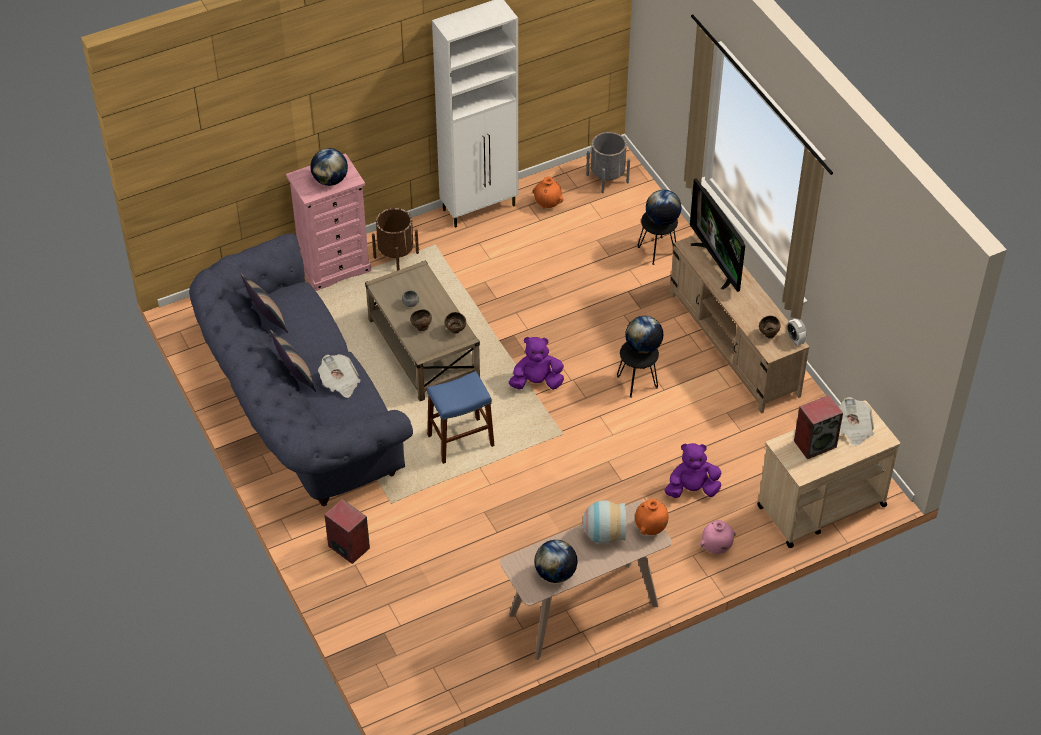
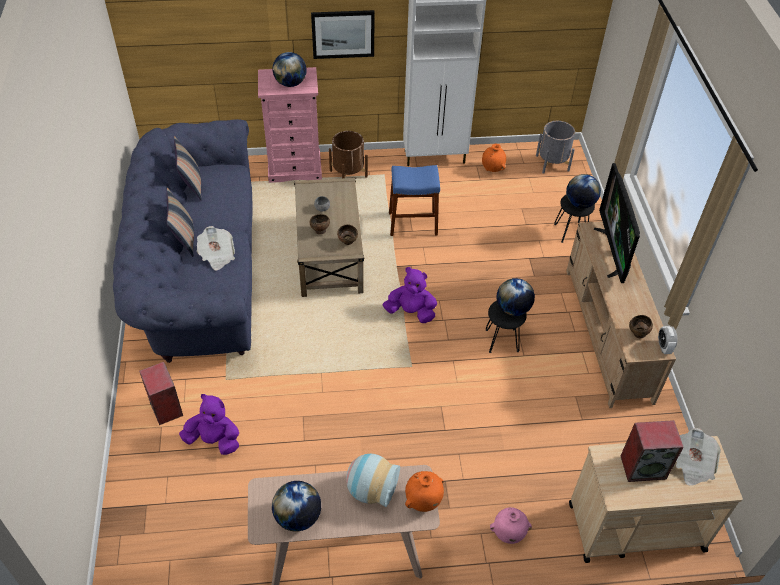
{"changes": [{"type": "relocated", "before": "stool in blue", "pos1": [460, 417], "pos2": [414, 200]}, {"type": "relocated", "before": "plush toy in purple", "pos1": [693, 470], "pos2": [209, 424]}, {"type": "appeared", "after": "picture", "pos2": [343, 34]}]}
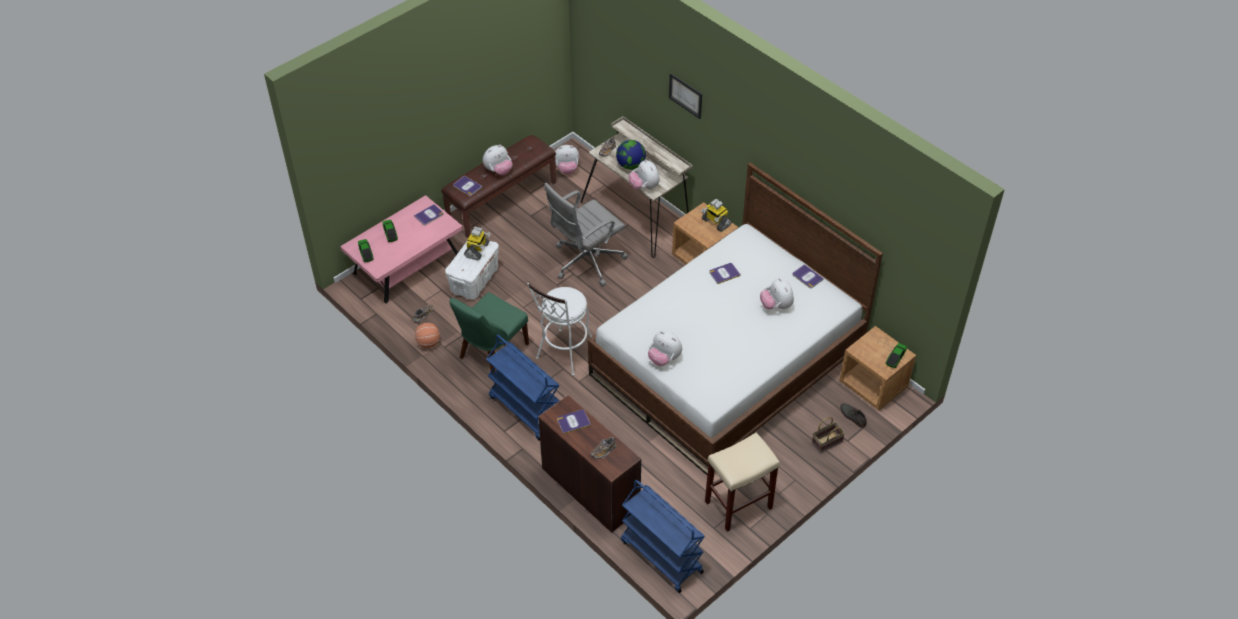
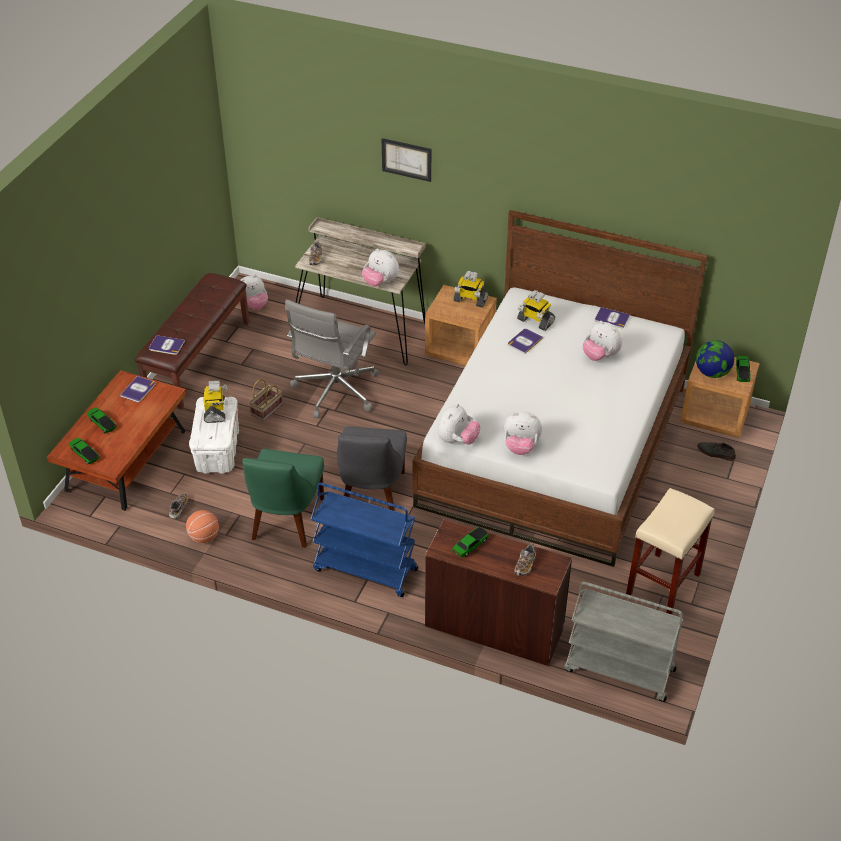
{"changes": [{"type": "colour", "before": "coffee table in pink", "after": "coffee table in brown", "pos1": [401, 249], "pos2": [117, 440]}, {"type": "relocated", "before": "plush toy", "pos1": [498, 160], "pos2": [459, 424]}, {"type": "exchanged", "before": "stool in white", "after": "chair in grey", "pos1": [559, 329], "pos2": [372, 468]}, {"type": "exchanged", "before": "book", "after": "toy car", "pos1": [574, 422], "pos2": [470, 542]}, {"type": "relocated", "before": "globe", "pos1": [631, 155], "pos2": [715, 359]}, {"type": "colour", "before": "cart in blue", "after": "cart in grey", "pos1": [663, 536], "pos2": [623, 642]}, {"type": "relocated", "before": "basket", "pos1": [828, 435], "pos2": [266, 400]}, {"type": "appeared", "after": "toy robot", "pos2": [536, 310]}]}
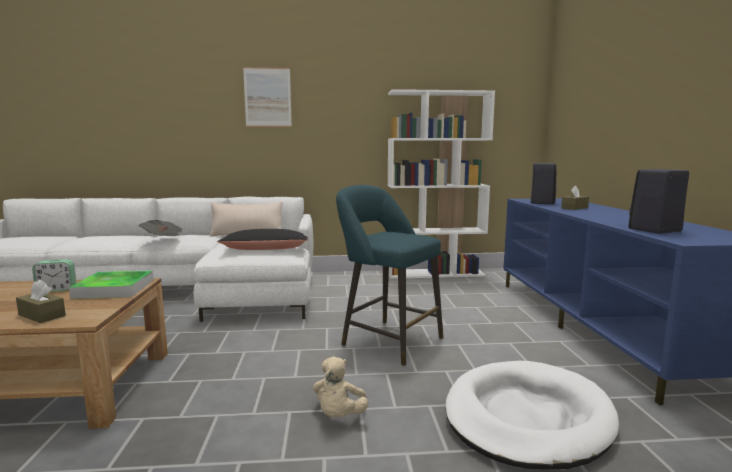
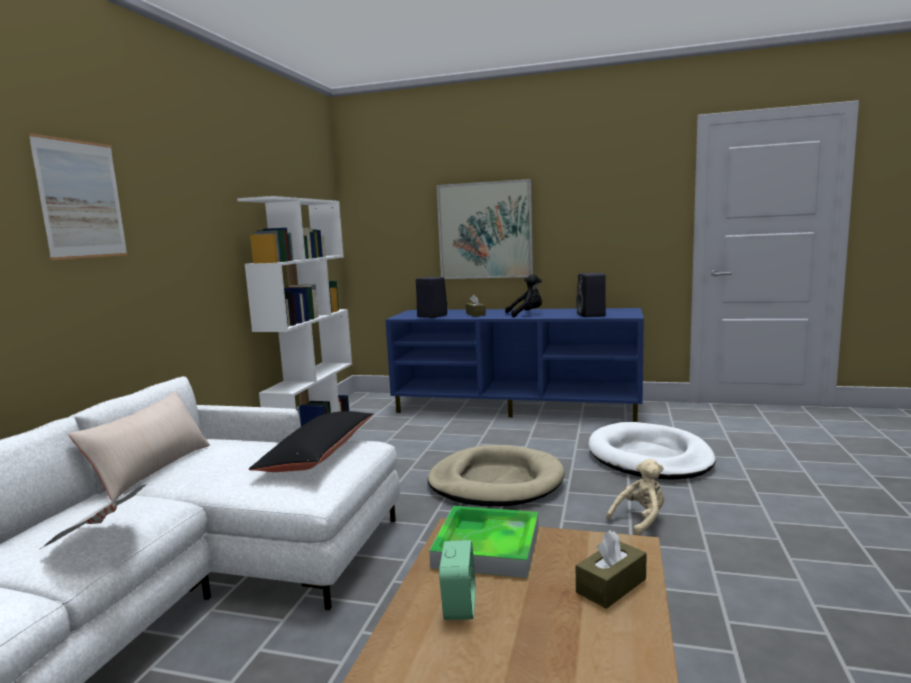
{"changes": [{"type": "spun", "before": "plush toy in beige", "pos1": [340, 386], "pos2": [635, 497], "turn": -60}, {"type": "exchanged", "before": "stool in turquoise", "after": "dog bed in beige", "pos1": [389, 275], "pos2": [496, 475]}, {"type": "appeared", "after": "picture", "pos2": [484, 229]}, {"type": "appeared", "after": "plush toy in black", "pos2": [523, 296]}]}
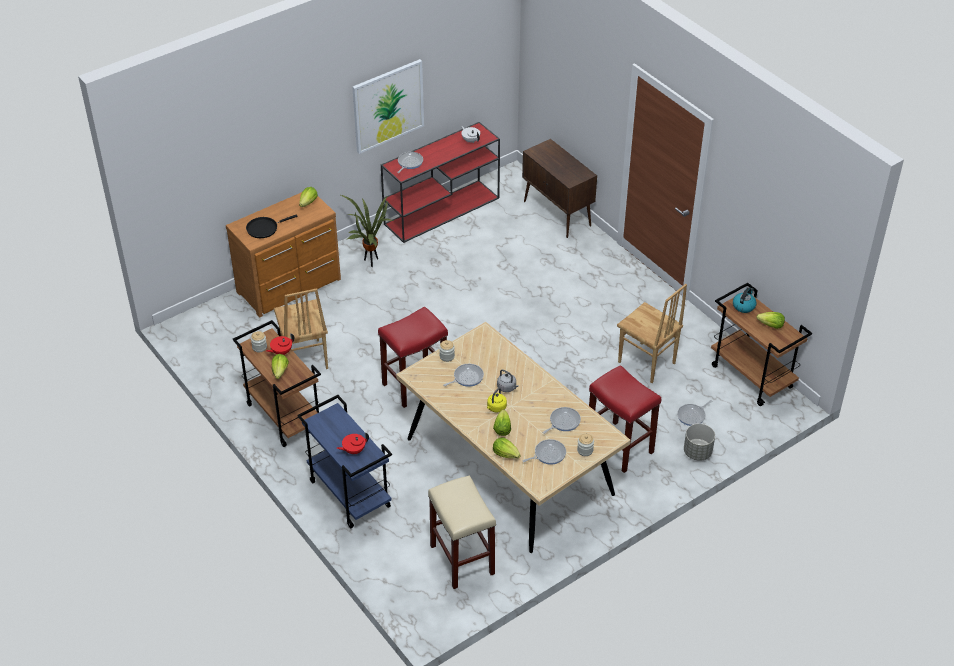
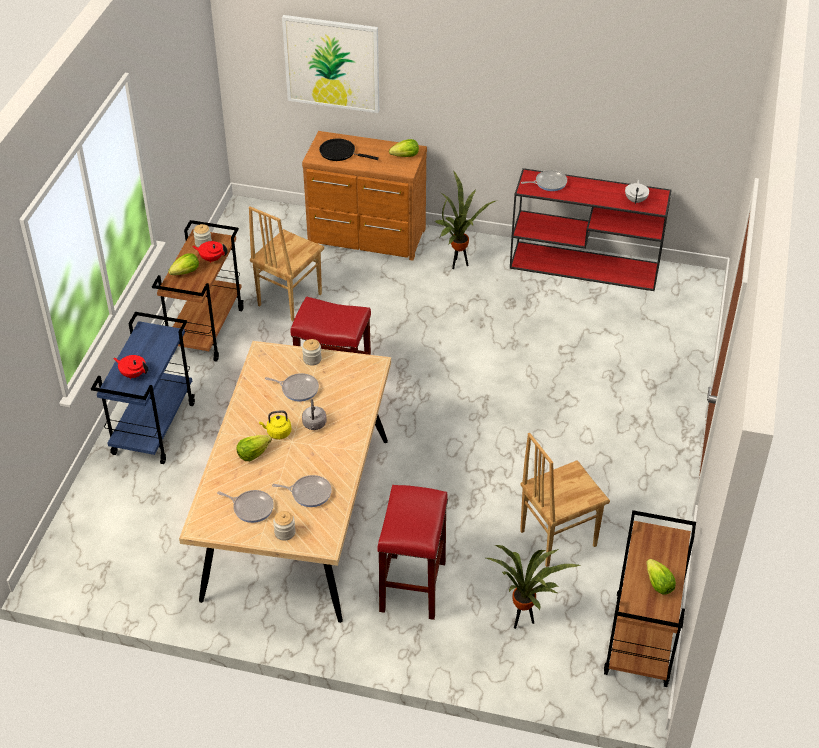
{"changes": [{"type": "relocated", "before": "picture", "pos1": [388, 106], "pos2": [330, 64]}, {"type": "missing", "before": "stool in beige", "pos1": [462, 532]}, {"type": "missing", "before": "lettuce", "pos1": [507, 448]}, {"type": "missing", "before": "cabinet in brown", "pos1": [559, 188]}, {"type": "spun", "before": "chair in brown", "pos1": [652, 333], "pos2": [565, 500], "turn": 60}, {"type": "exchanged", "before": "frying pan", "after": "potted plant", "pos1": [694, 413], "pos2": [533, 587]}, {"type": "missing", "before": "planter in grey", "pos1": [699, 442]}, {"type": "missing", "before": "kettle", "pos1": [745, 300]}]}
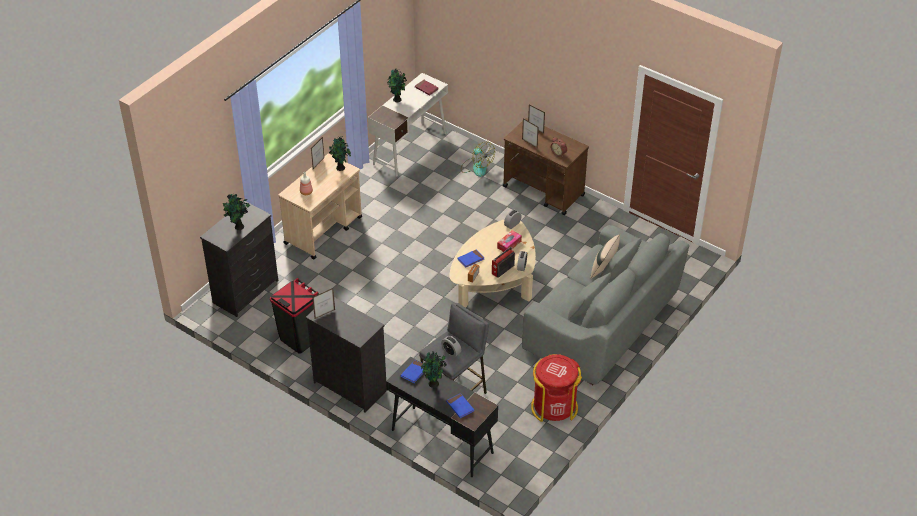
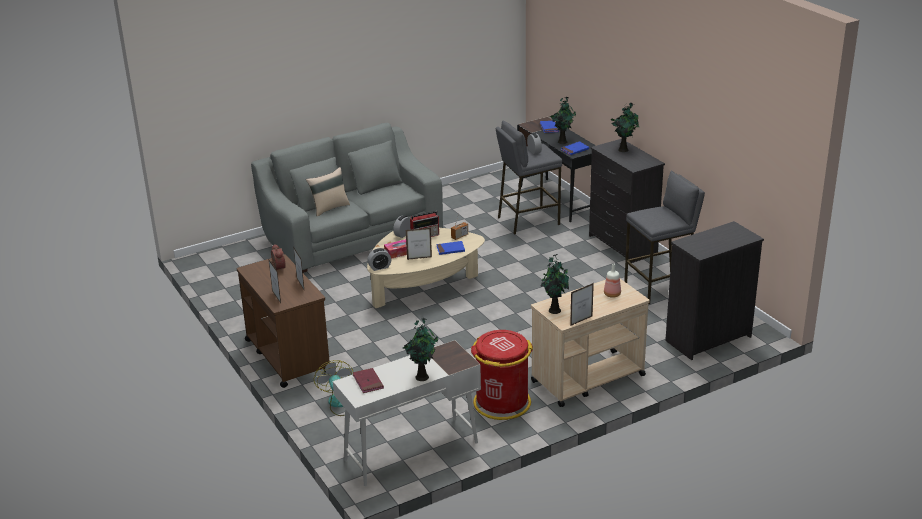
{"changes": [{"type": "relocated", "before": "potted plant", "pos1": [236, 212], "pos2": [625, 127]}, {"type": "exchanged", "before": "trash can in black", "after": "stool in grey", "pos1": [294, 316], "pos2": [664, 237]}, {"type": "relocated", "before": "picture frame", "pos1": [323, 303], "pos2": [419, 244]}, {"type": "relocated", "before": "trash can in red", "pos1": [556, 388], "pos2": [502, 375]}]}
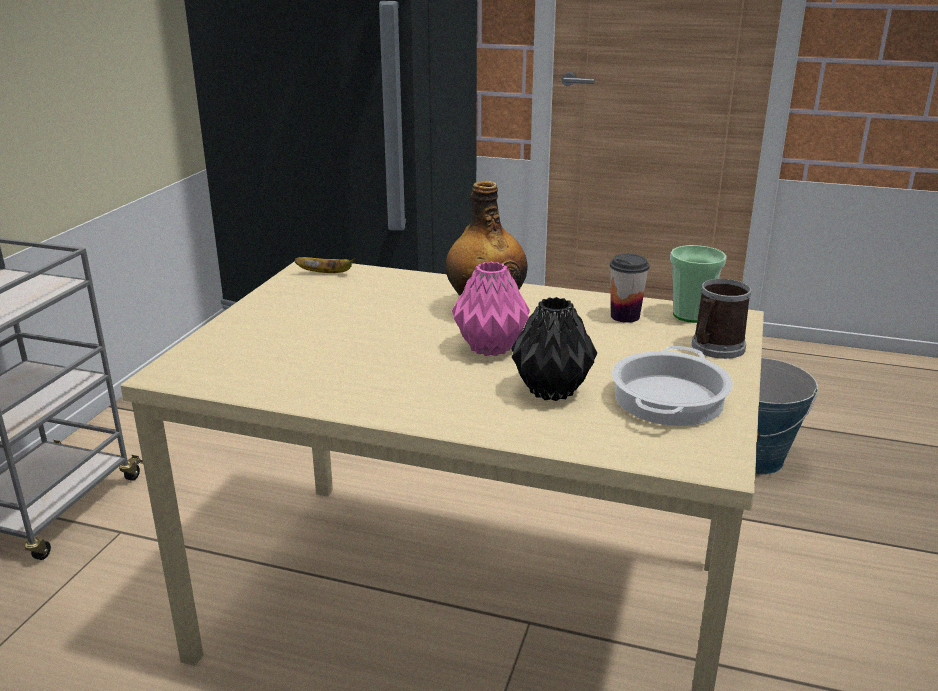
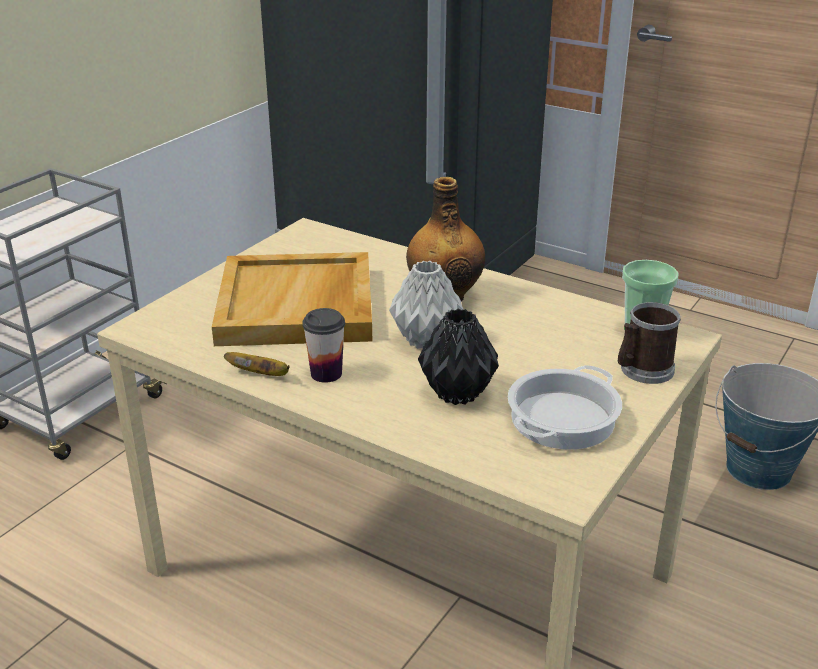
{"changes": [{"type": "relocated", "before": "banana", "pos1": [325, 265], "pos2": [257, 364]}, {"type": "colour", "before": "vase in pink", "after": "vase in grey", "pos1": [491, 309], "pos2": [426, 305]}, {"type": "relocated", "before": "cup", "pos1": [629, 288], "pos2": [323, 345]}, {"type": "appeared", "after": "tray in beige", "pos2": [292, 299]}]}
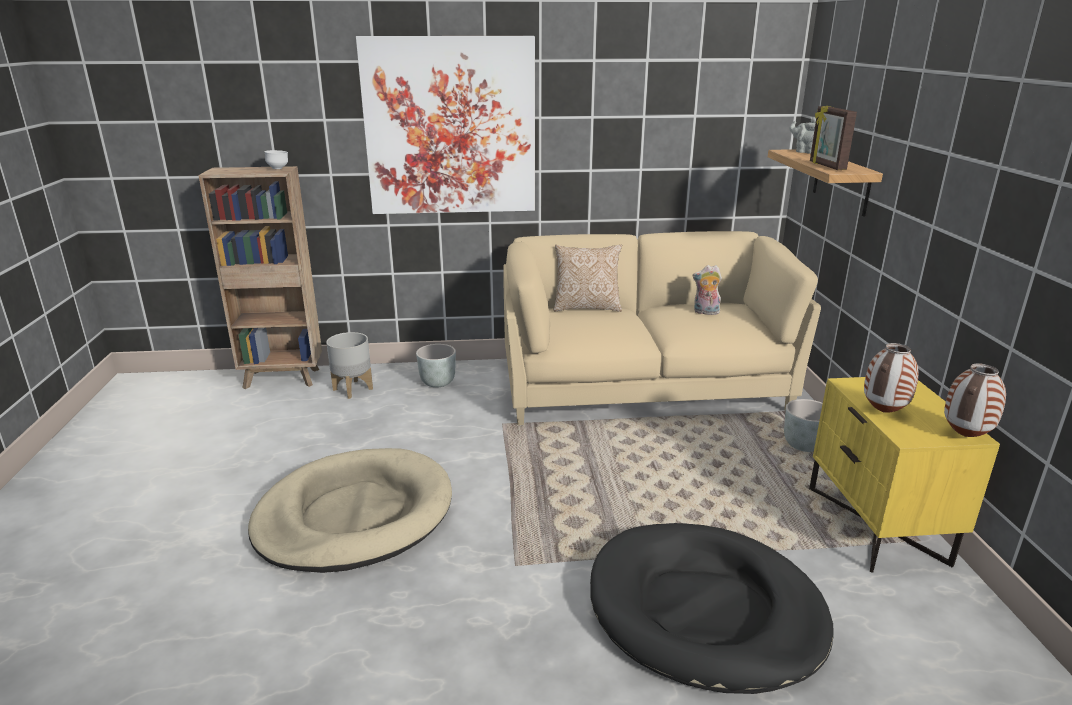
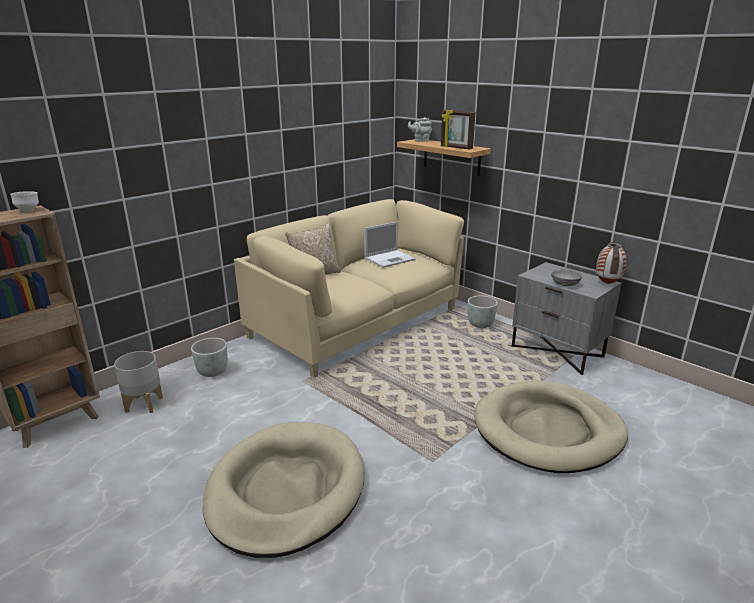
{"changes": [{"type": "missing", "before": "picture", "pos1": [445, 125]}, {"type": "colour", "before": "dog bed in black", "after": "dog bed in beige", "pos1": [712, 608], "pos2": [551, 427]}, {"type": "exchanged", "before": "plush toy", "after": "laptop", "pos1": [707, 290], "pos2": [390, 244]}, {"type": "colour", "before": "nightstand in yellow", "after": "nightstand in grey", "pos1": [904, 475], "pos2": [567, 318]}, {"type": "exchanged", "before": "vase", "after": "bowl in grey", "pos1": [891, 378], "pos2": [566, 277]}]}
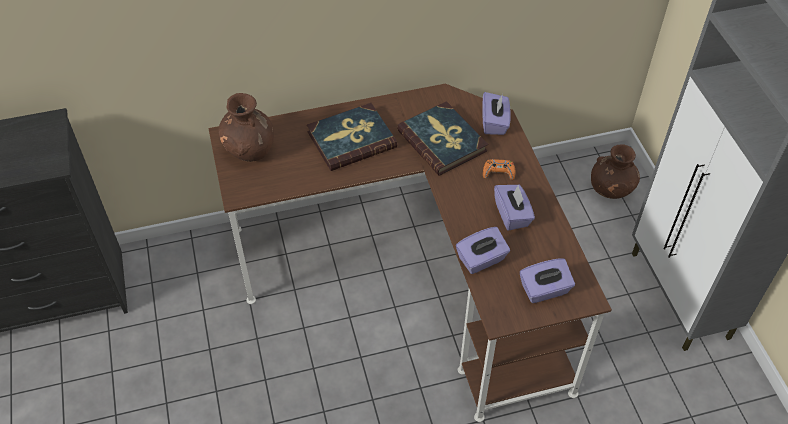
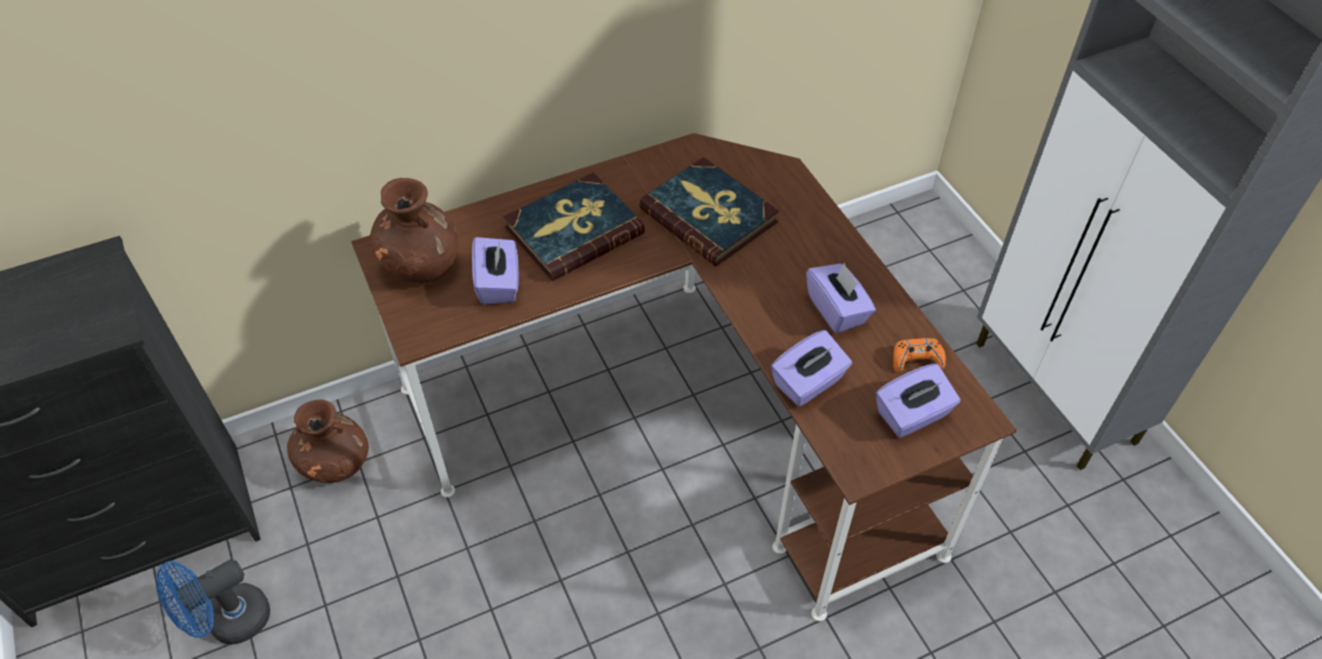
{"changes": [{"type": "relocated", "before": "tissue box in purple", "pos1": [497, 113], "pos2": [495, 271]}, {"type": "relocated", "before": "game controller in orange", "pos1": [499, 169], "pos2": [919, 355]}, {"type": "relocated", "before": "vase in brown", "pos1": [615, 171], "pos2": [328, 441]}, {"type": "appeared", "after": "fan in blue", "pos2": [213, 601]}]}
